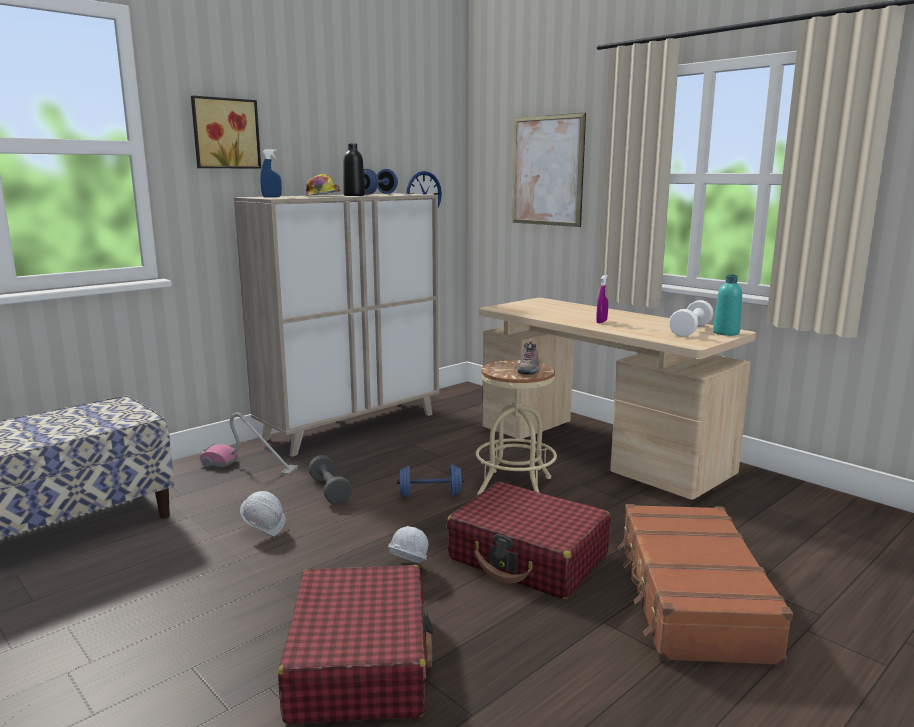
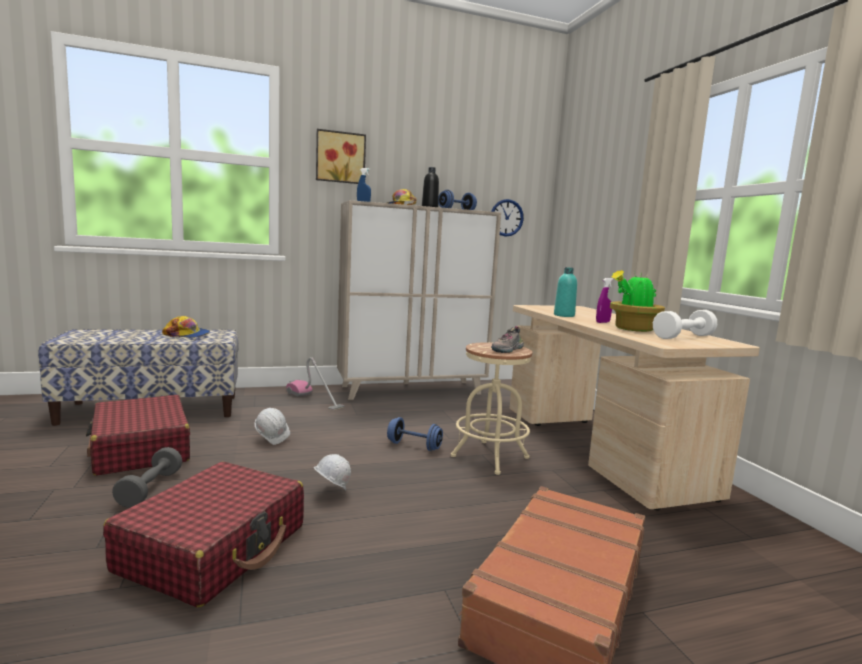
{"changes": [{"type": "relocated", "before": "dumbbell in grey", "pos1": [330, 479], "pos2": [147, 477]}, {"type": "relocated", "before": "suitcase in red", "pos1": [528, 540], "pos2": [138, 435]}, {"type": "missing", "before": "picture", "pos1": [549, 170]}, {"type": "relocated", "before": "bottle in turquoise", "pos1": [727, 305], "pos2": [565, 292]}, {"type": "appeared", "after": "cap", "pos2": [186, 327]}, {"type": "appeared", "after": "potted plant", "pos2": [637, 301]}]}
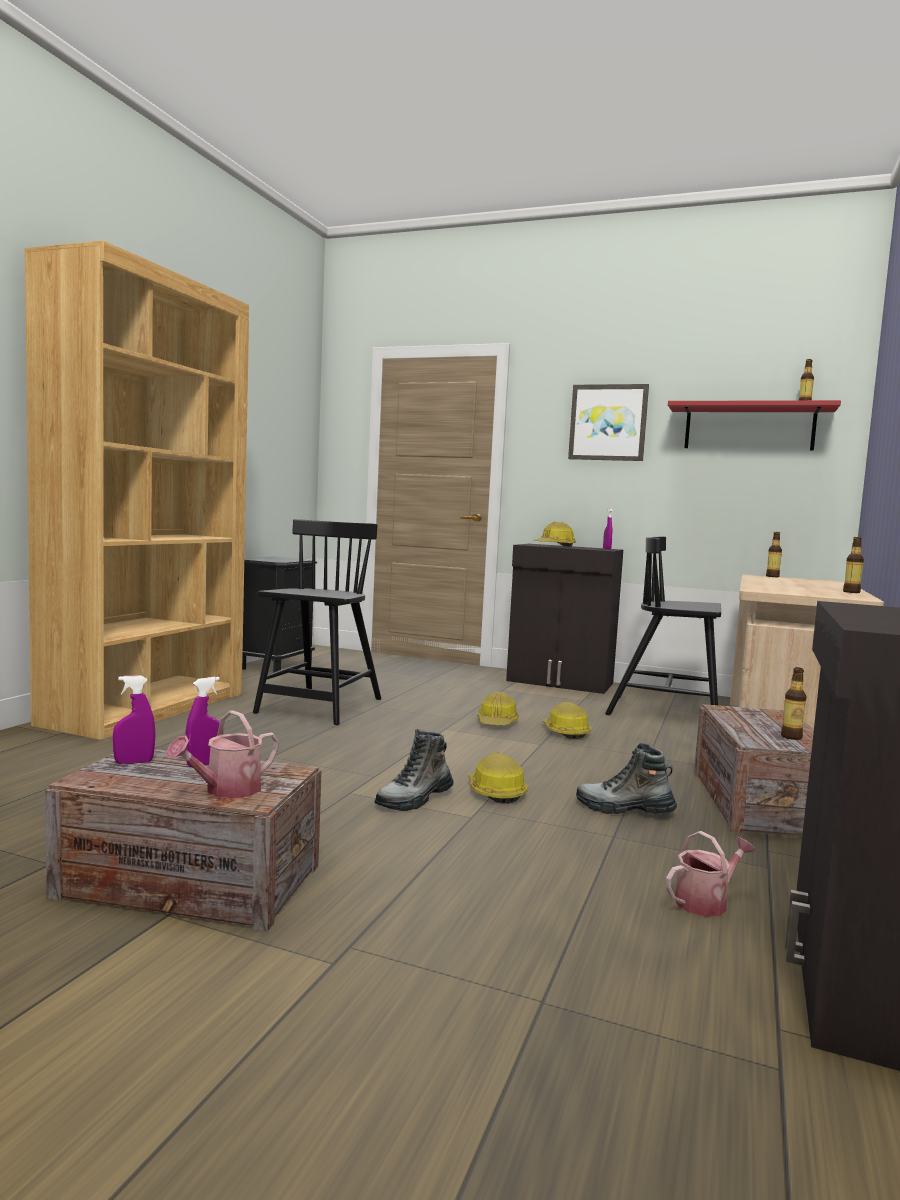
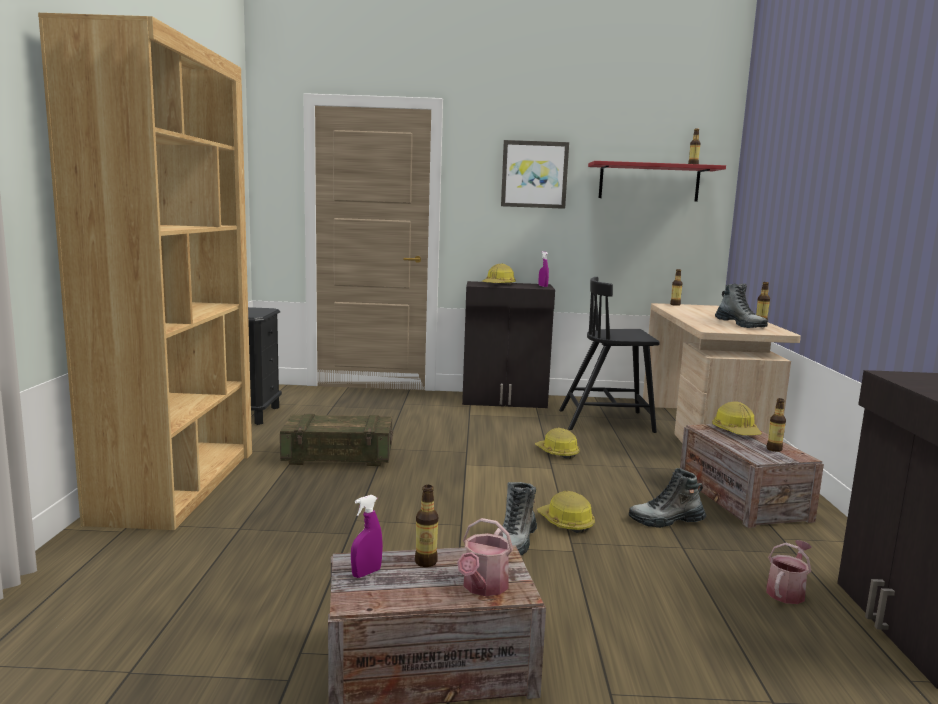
{"changes": [{"type": "exchanged", "before": "spray bottle in purple", "after": "bottle", "pos1": [204, 722], "pos2": [426, 526]}, {"type": "exchanged", "before": "chair in black", "after": "crate", "pos1": [317, 622], "pos2": [336, 440]}, {"type": "relocated", "before": "hard hat", "pos1": [498, 708], "pos2": [737, 418]}, {"type": "appeared", "after": "boot", "pos2": [741, 306]}]}
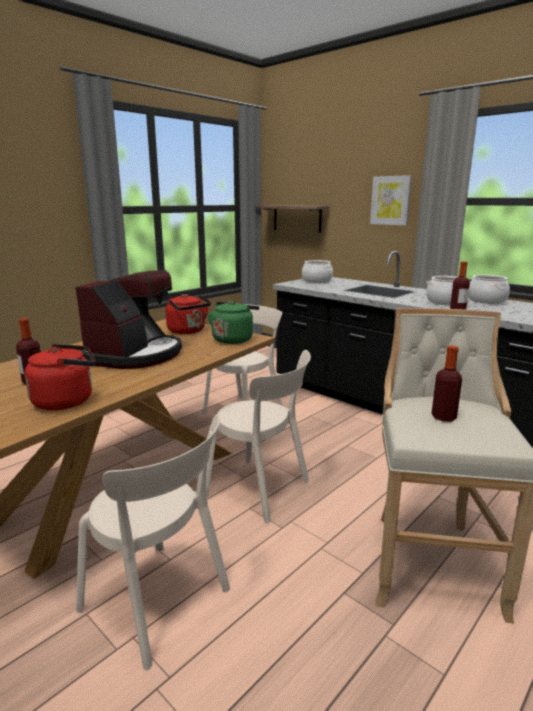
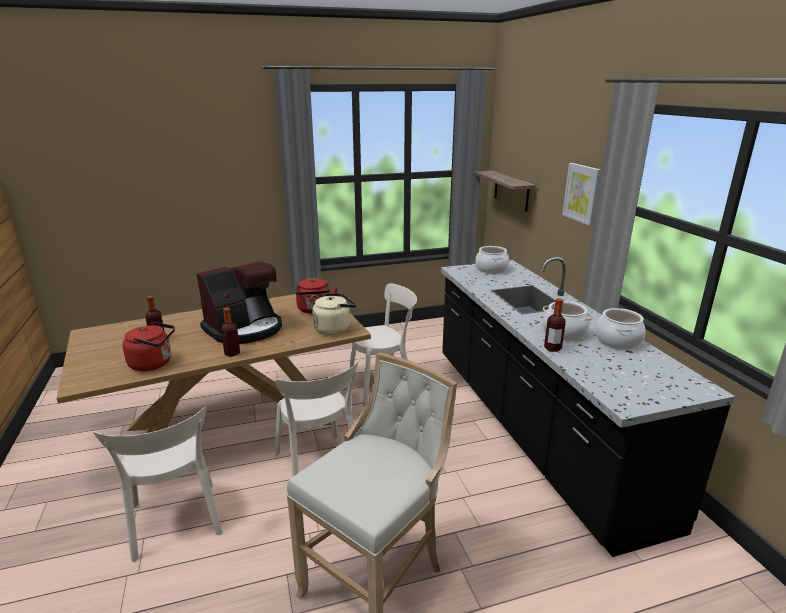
{"changes": [{"type": "colour", "before": "kettle in green", "after": "kettle in beige", "pos1": [233, 322], "pos2": [334, 314]}, {"type": "relocated", "before": "bottle", "pos1": [446, 383], "pos2": [230, 332]}]}
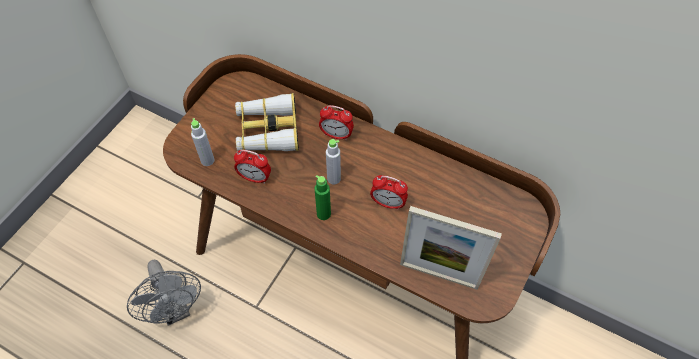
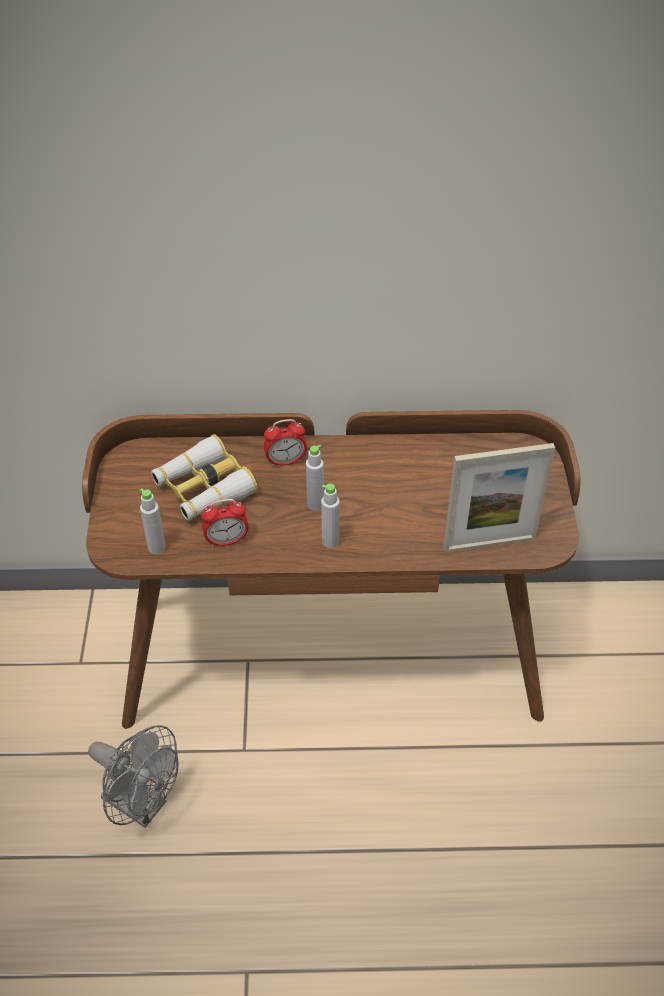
{"changes": [{"type": "colour", "before": "bottle in green", "after": "bottle in grey", "pos1": [322, 197], "pos2": [330, 515]}, {"type": "missing", "before": "alarm clock", "pos1": [389, 192]}]}
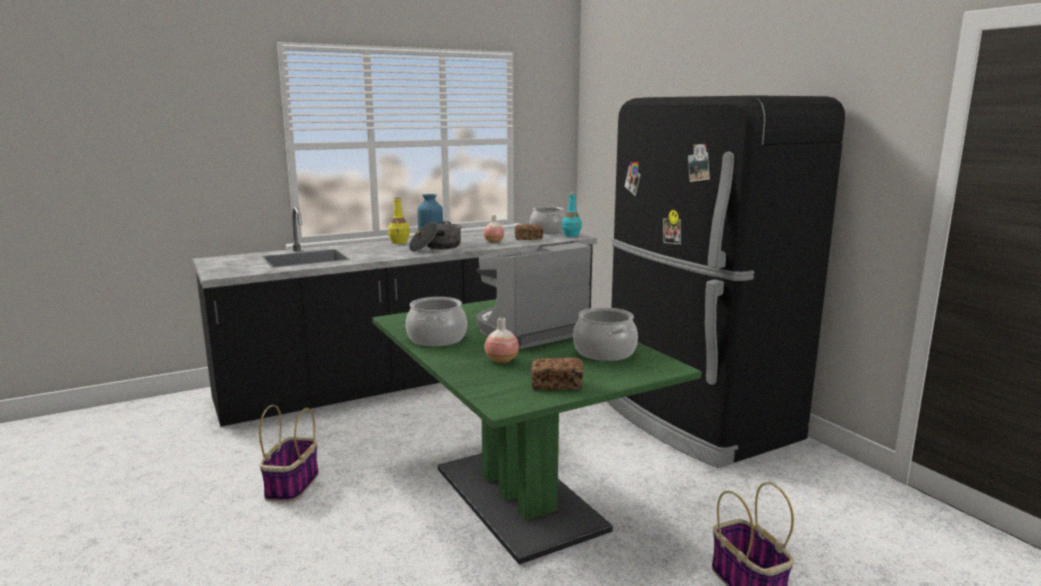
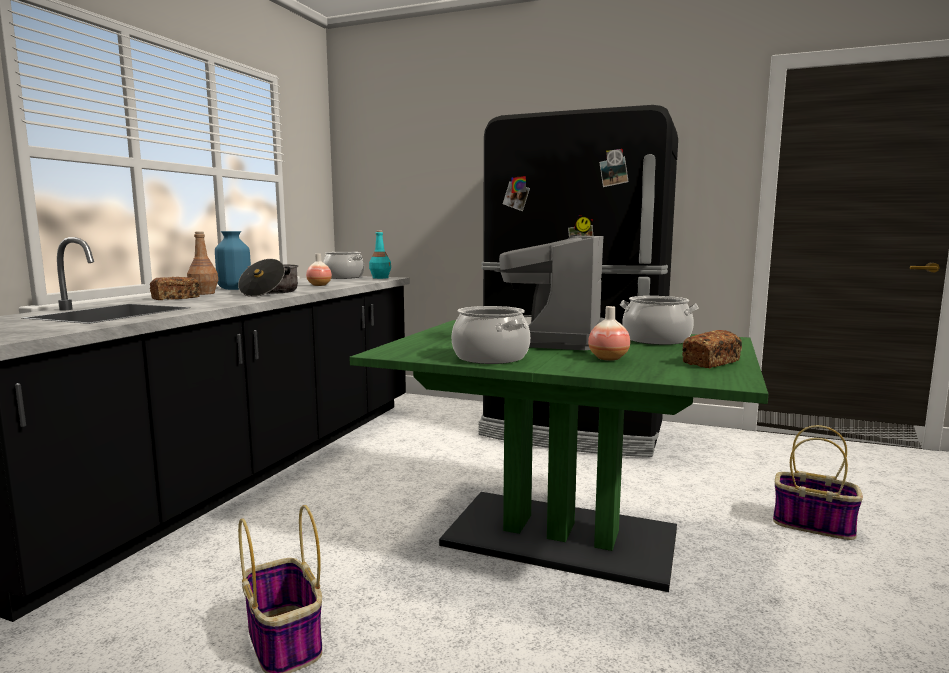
{"changes": [{"type": "colour", "before": "bottle in yellow", "after": "bottle in brown", "pos1": [399, 220], "pos2": [202, 263]}, {"type": "relocated", "before": "bread", "pos1": [529, 232], "pos2": [175, 288]}]}
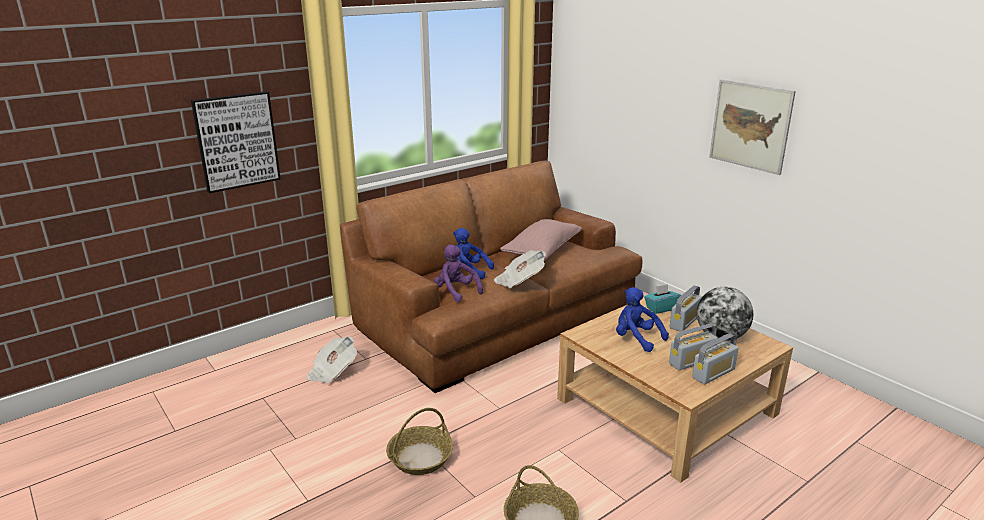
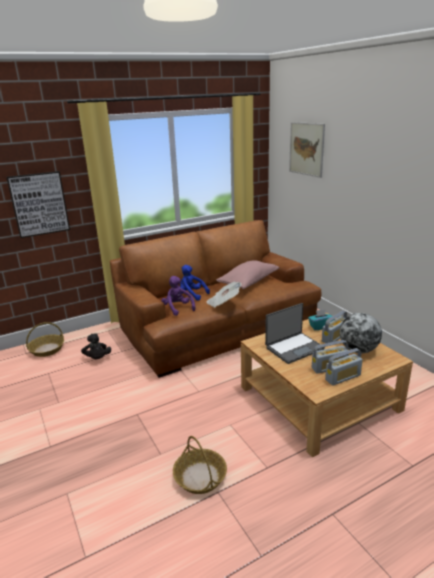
{"changes": [{"type": "exchanged", "before": "newspaper", "after": "plush toy in black", "pos1": [331, 360], "pos2": [96, 346]}, {"type": "relocated", "before": "basket", "pos1": [419, 441], "pos2": [45, 339]}, {"type": "exchanged", "before": "plush toy in blue", "after": "laptop", "pos1": [642, 319], "pos2": [295, 333]}, {"type": "relocated", "before": "picture", "pos1": [752, 127], "pos2": [307, 150]}]}
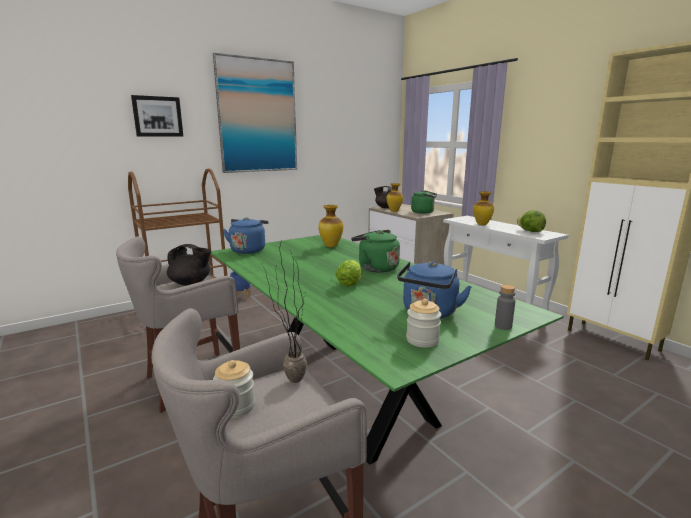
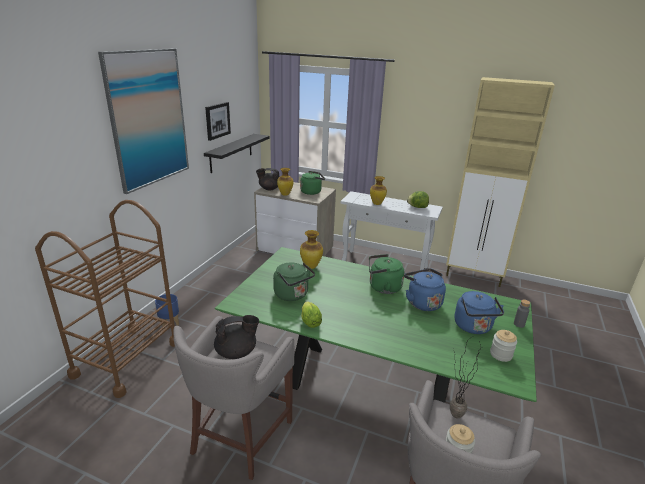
{"changes": [{"type": "relocated", "before": "picture", "pos1": [157, 116], "pos2": [218, 121]}, {"type": "relocated", "before": "kettle in blue", "pos1": [245, 235], "pos2": [425, 289]}, {"type": "relocated", "before": "lettuce", "pos1": [348, 273], "pos2": [311, 314]}, {"type": "appeared", "after": "shelf in black", "pos2": [237, 153]}, {"type": "appeared", "after": "kettle in green", "pos2": [294, 282]}]}
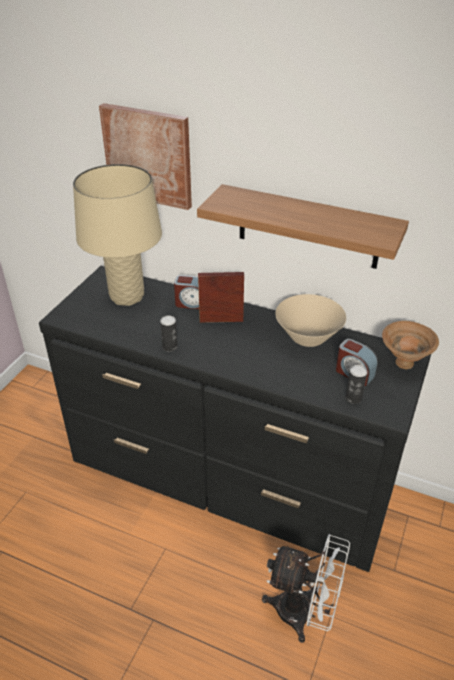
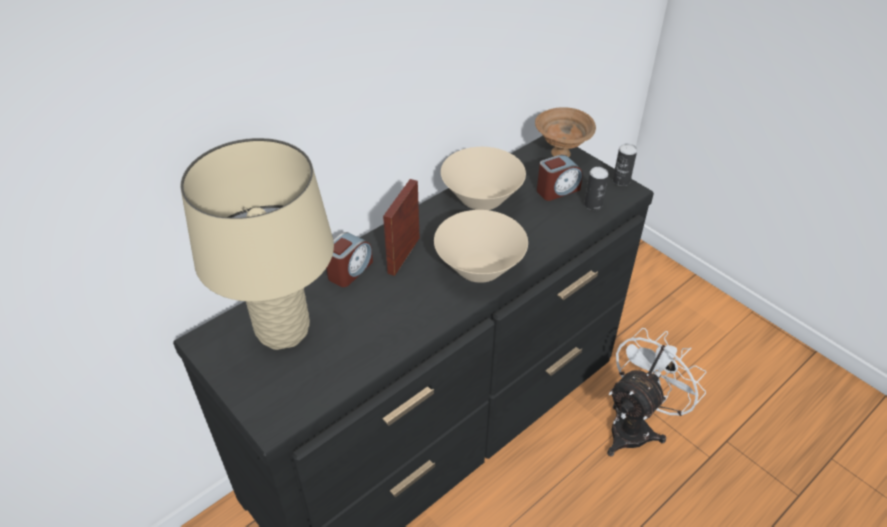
{"changes": [{"type": "missing", "before": "picture", "pos1": [145, 156]}, {"type": "relocated", "before": "can", "pos1": [169, 333], "pos2": [625, 164]}, {"type": "missing", "before": "shelf", "pos1": [303, 226]}, {"type": "appeared", "after": "bowl in beige", "pos2": [481, 246]}]}
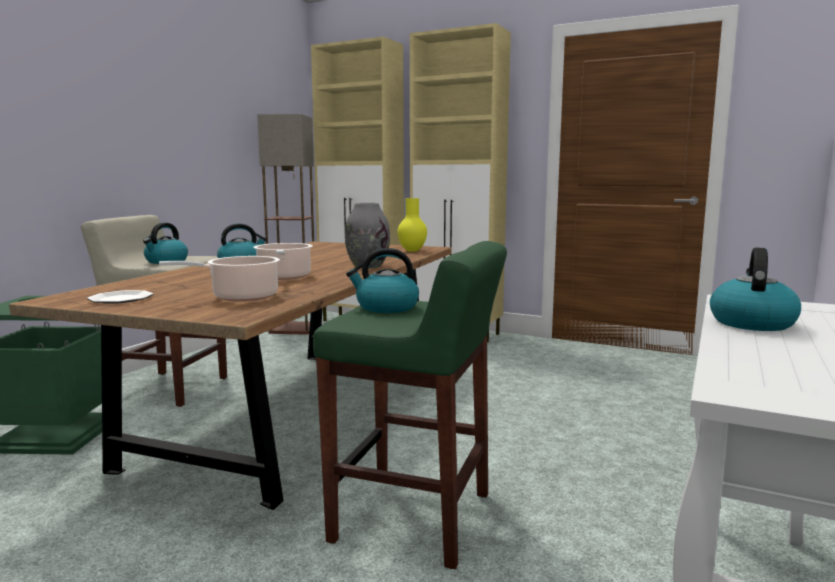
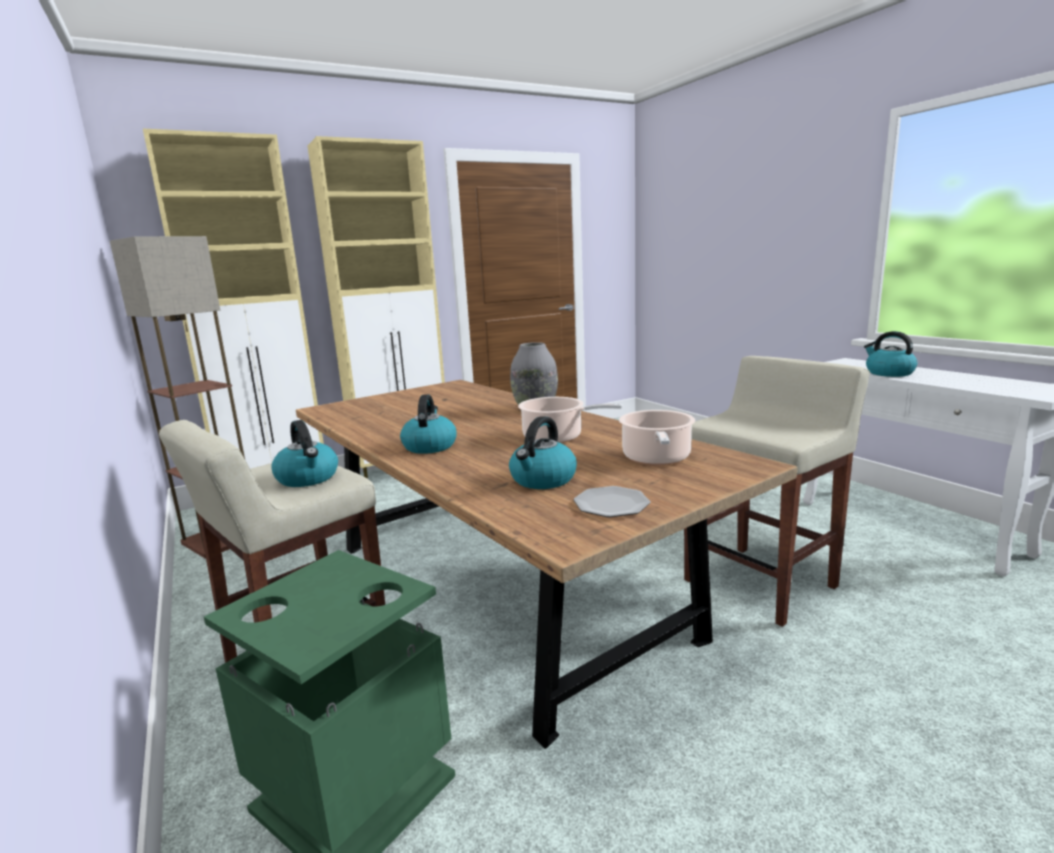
{"changes": [{"type": "colour", "before": "stool in green", "after": "stool in beige", "pos1": [410, 405], "pos2": [777, 491]}, {"type": "relocated", "before": "kettle", "pos1": [382, 280], "pos2": [543, 452]}, {"type": "missing", "before": "vase in yellow", "pos1": [412, 225]}]}
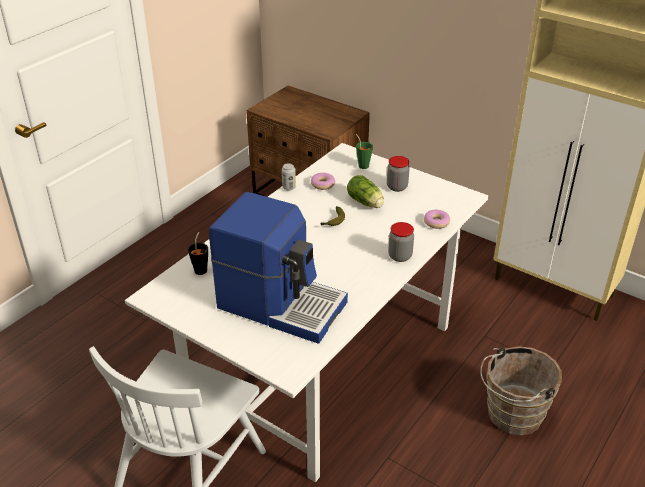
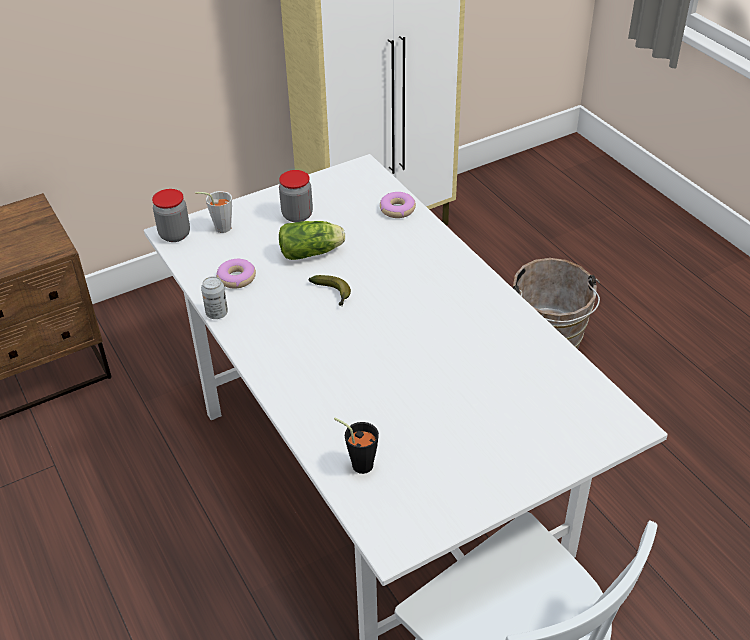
{"changes": [{"type": "missing", "before": "coffee machine", "pos1": [278, 268]}, {"type": "colour", "before": "cup in green", "after": "cup in grey", "pos1": [364, 151], "pos2": [213, 212]}, {"type": "relocated", "before": "jar", "pos1": [401, 242], "pos2": [171, 215]}]}
